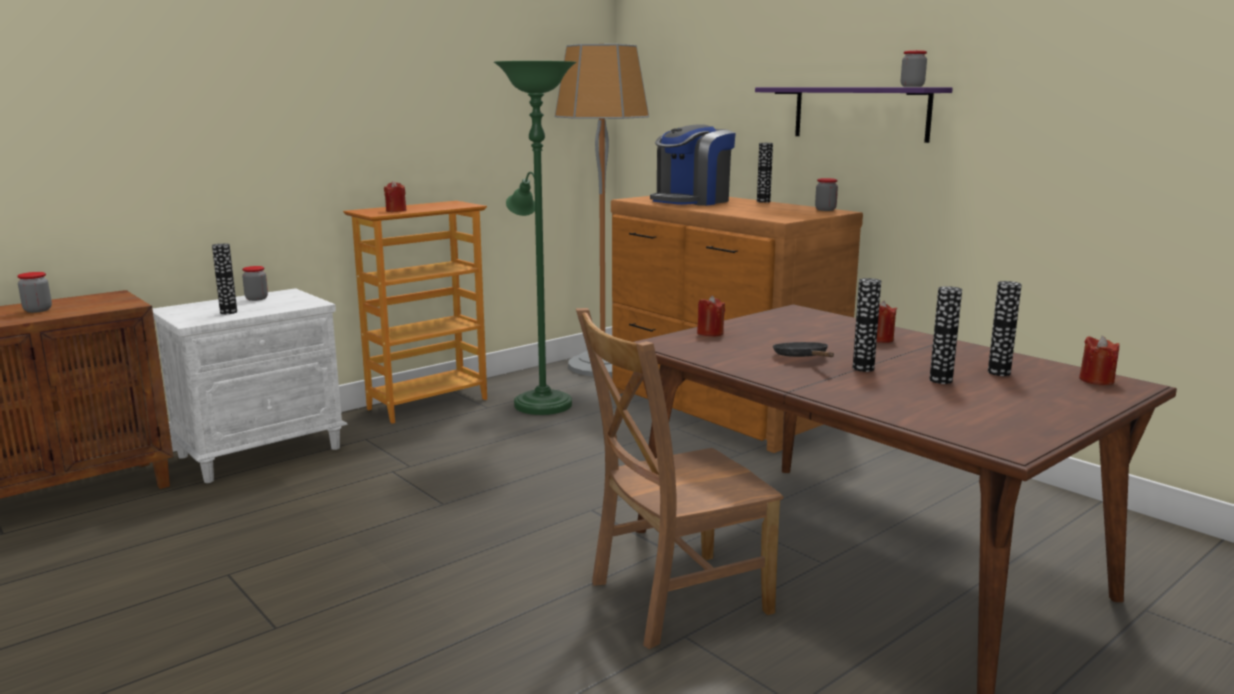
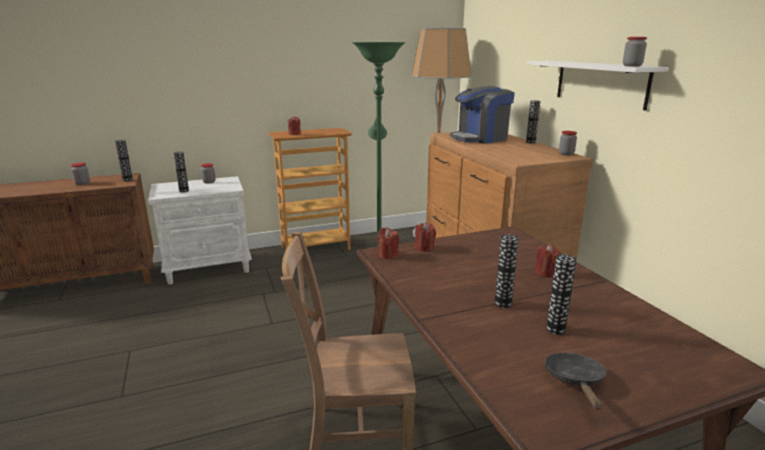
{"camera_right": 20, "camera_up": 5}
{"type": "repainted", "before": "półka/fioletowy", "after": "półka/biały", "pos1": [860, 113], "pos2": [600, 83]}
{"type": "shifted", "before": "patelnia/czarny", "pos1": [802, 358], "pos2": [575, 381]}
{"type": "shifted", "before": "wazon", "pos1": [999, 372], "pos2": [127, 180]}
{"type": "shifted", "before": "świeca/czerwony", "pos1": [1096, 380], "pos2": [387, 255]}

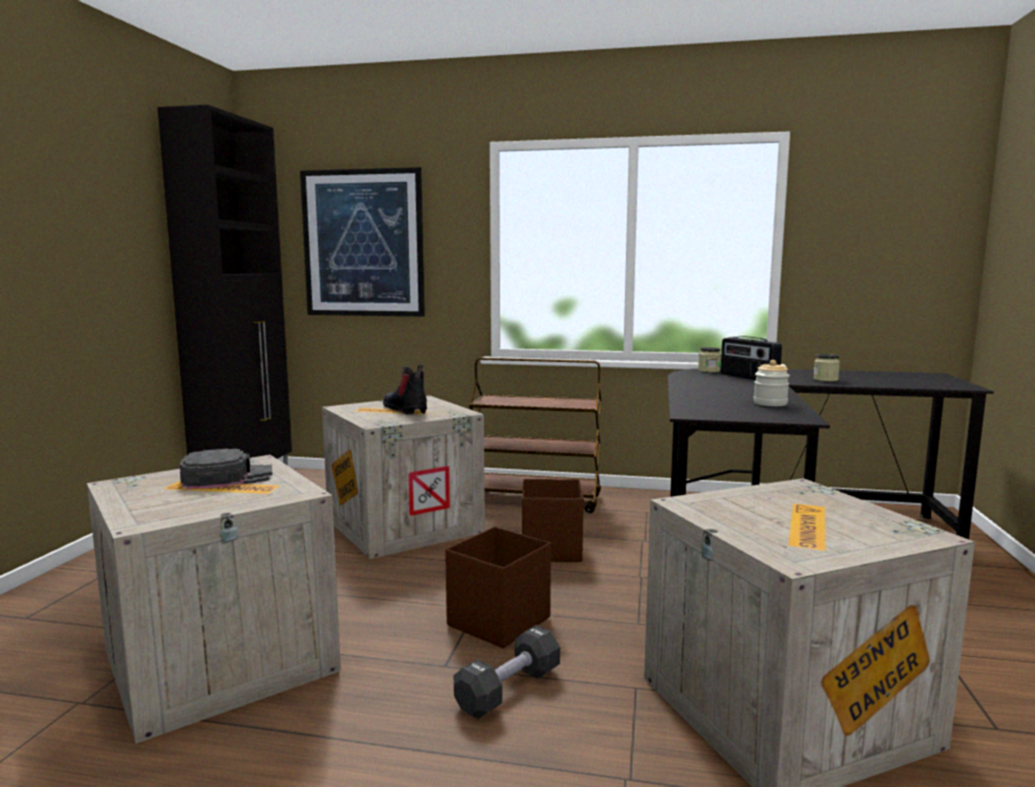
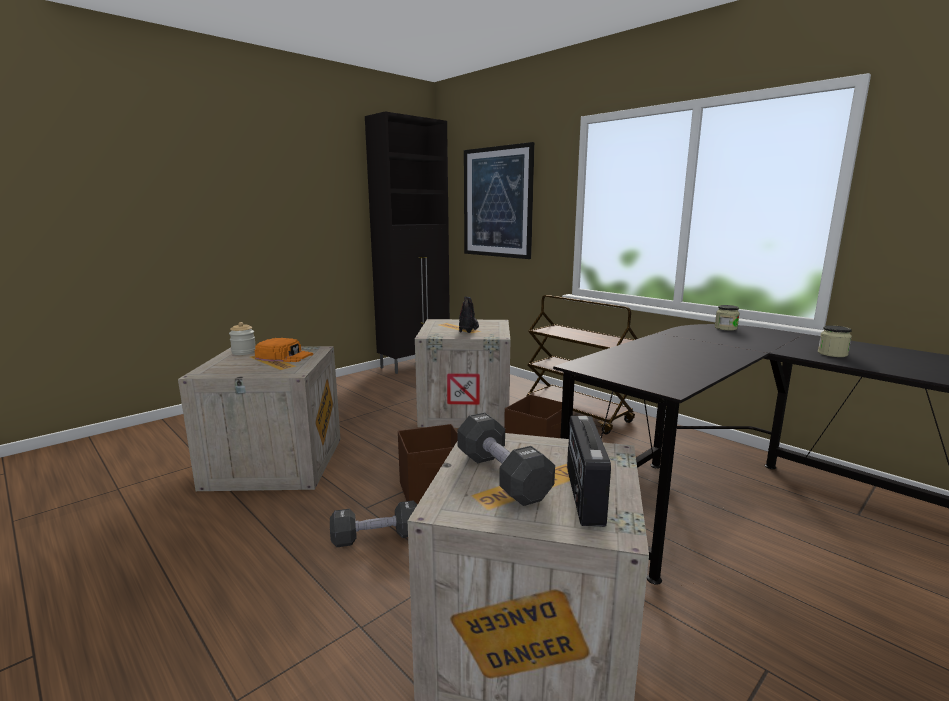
{"camera_right": 35, "camera_up": 5}
{"type": "repainted", "before": "czapka z daszkiem/czarny", "after": "czapka z daszkiem/pomarańczowy", "pos1": [227, 477], "pos2": [285, 356]}
{"type": "shifted", "before": "radio", "pos1": [748, 377], "pos2": [583, 496]}
{"type": "shifted", "before": "słoik", "pos1": [770, 403], "pos2": [244, 352]}
{"type": "new", "after": "hantel/czarny", "pos2": [502, 476]}

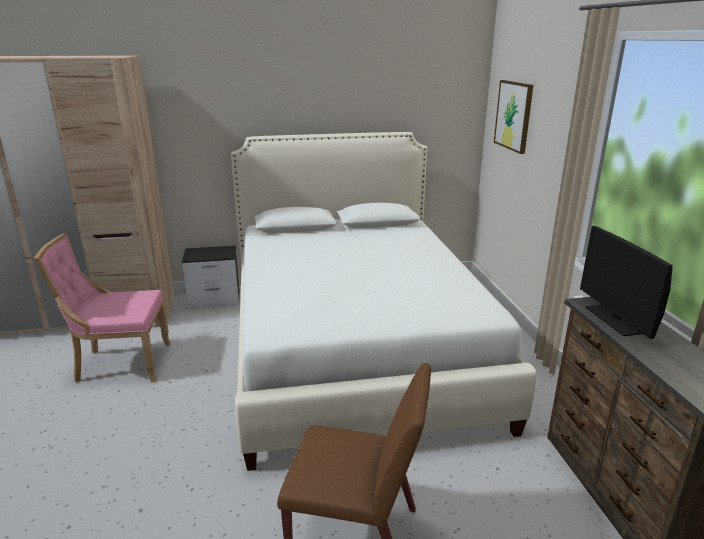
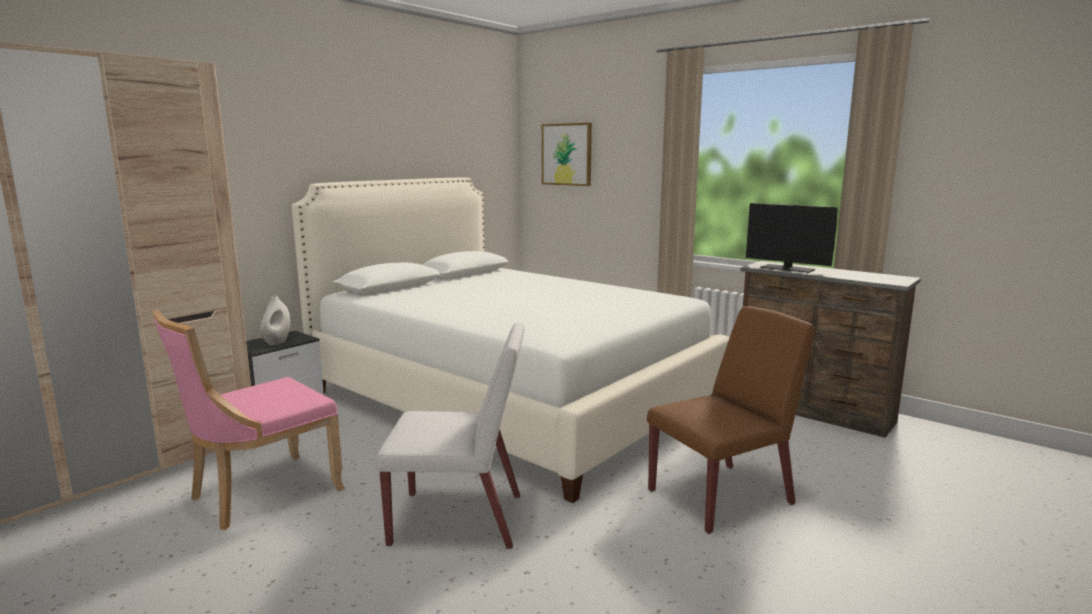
{"camera_right": -40, "camera_up": -10}
{"type": "new", "after": "wazon/biały", "pos2": [277, 342]}
{"type": "new", "after": "krzesło/biały", "pos2": [459, 520]}

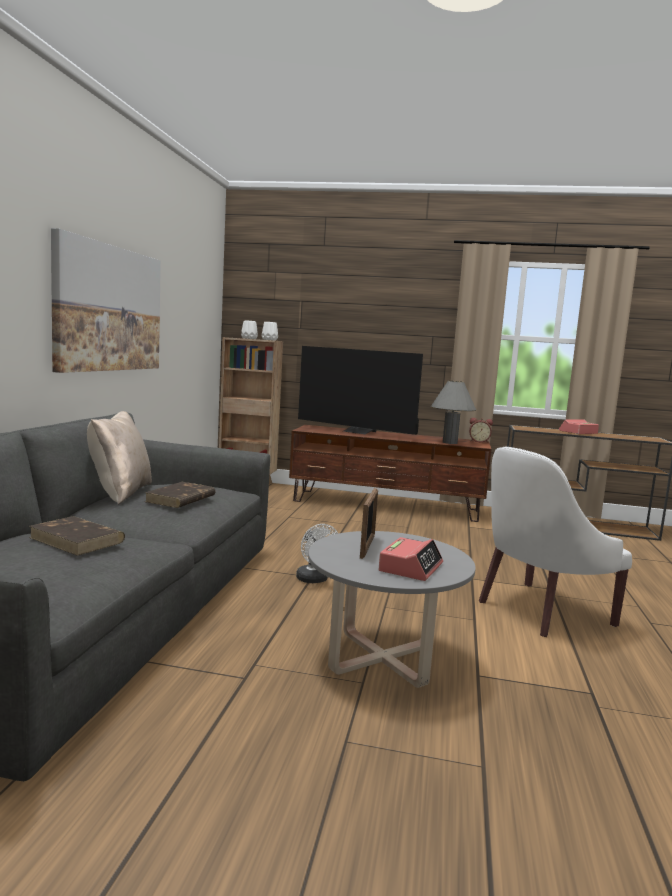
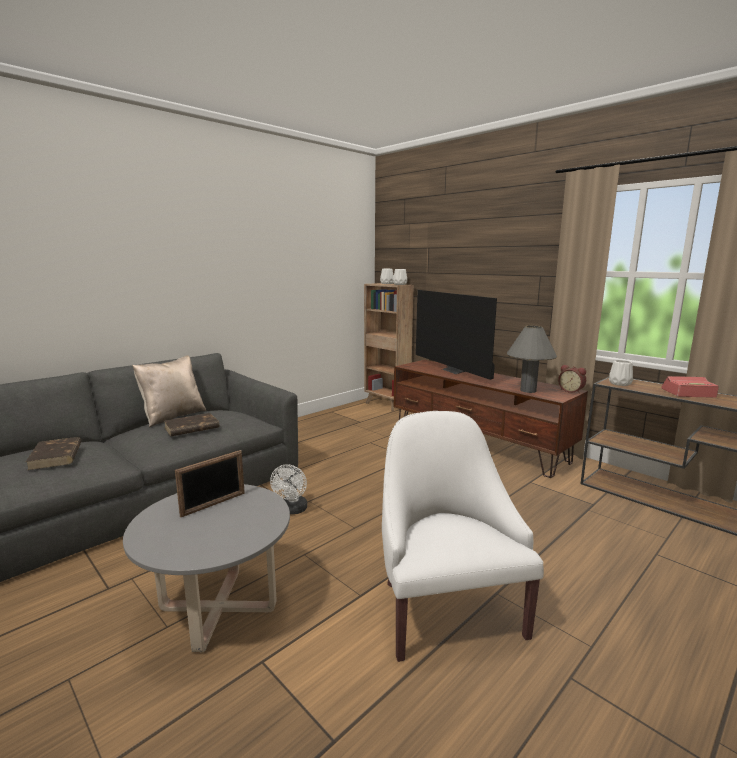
{"camera_right": 35, "camera_up": 5}
{"type": "gone", "before": "obraz", "pos1": [109, 309]}
{"type": "gone", "before": "budzik", "pos1": [411, 567]}
{"type": "rotated", "before": "fotel/biały", "pos1": [539, 611], "pos2": [445, 608], "turn": 75}
{"type": "new", "after": "wazon/biały", "pos2": [619, 383]}

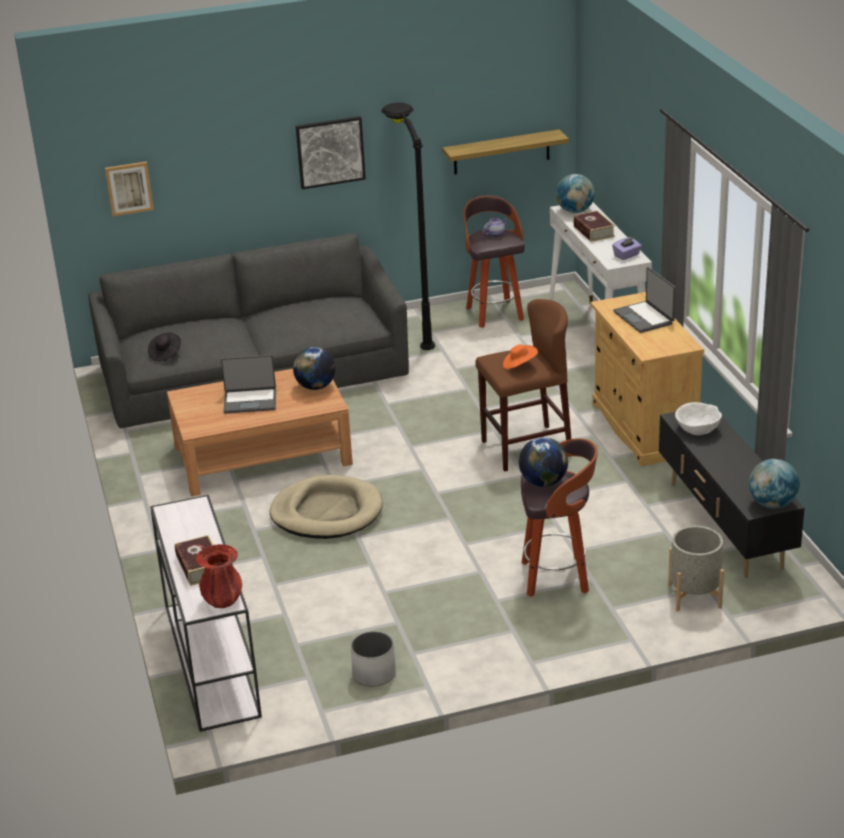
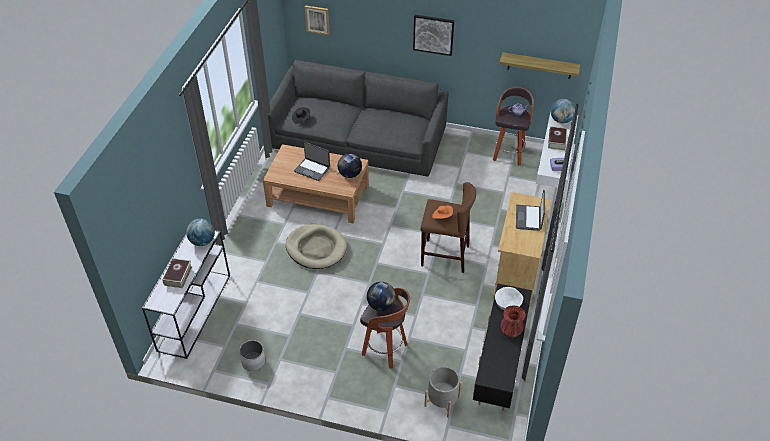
{"camera_right": 30, "camera_up": 15}
{"type": "shifted", "before": "wazon/czerwony", "pos1": [222, 600], "pos2": [511, 331]}
{"type": "gone", "before": "lampa stojąca/czarny", "pos1": [414, 325]}
{"type": "shifted", "before": "globus", "pos1": [772, 504], "pos2": [202, 241]}

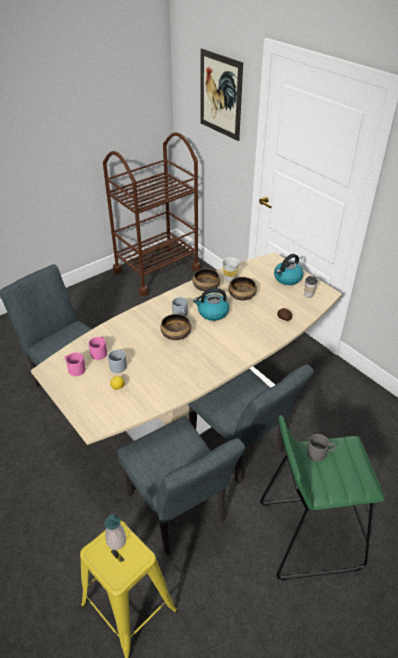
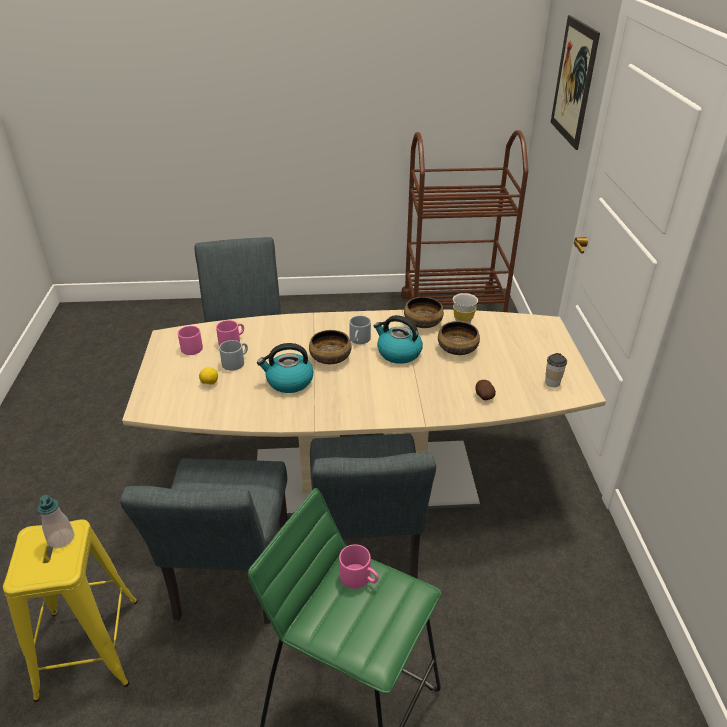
{"camera_right": 35, "camera_up": -5}
{"type": "shifted", "before": "czajnik", "pos1": [287, 279], "pos2": [289, 381]}
{"type": "repainted", "before": "kubek/szary", "after": "kubek/różowy", "pos1": [320, 452], "pos2": [360, 578]}

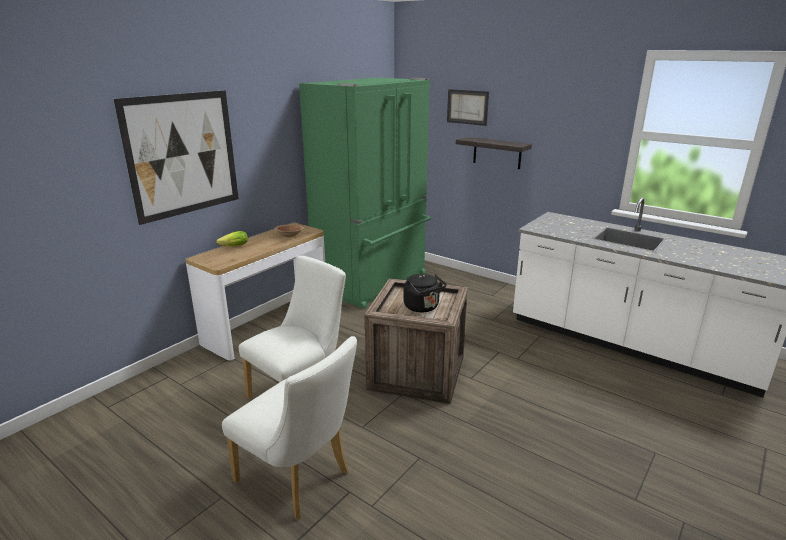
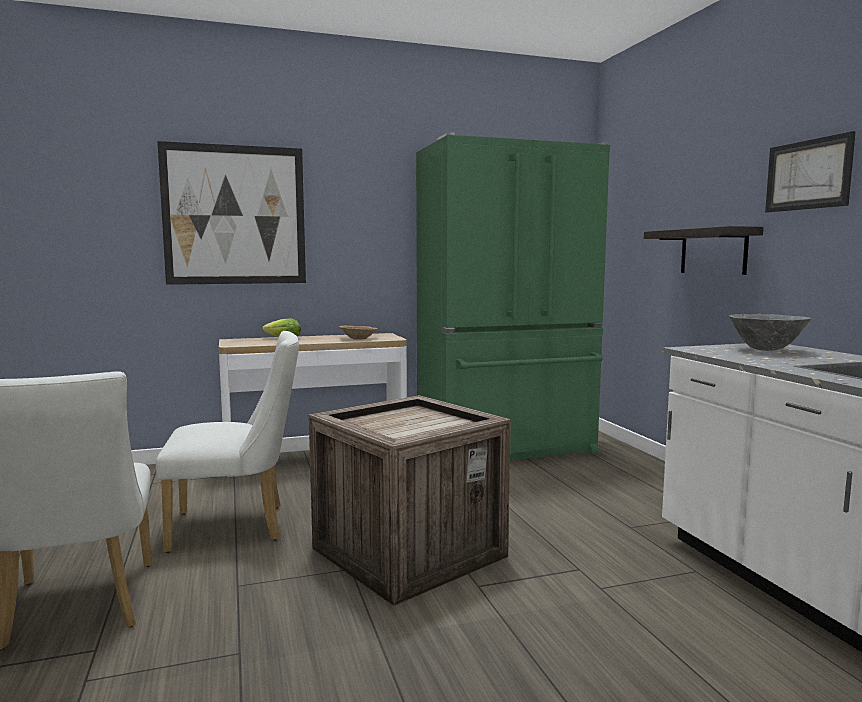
{"camera_right": 35, "camera_up": -15}
{"type": "gone", "before": "czajnik/czarny", "pos1": [423, 307]}
{"type": "shifted", "before": "obraz", "pos1": [467, 107], "pos2": [808, 175]}
{"type": "new", "after": "miska/szary", "pos2": [766, 350]}

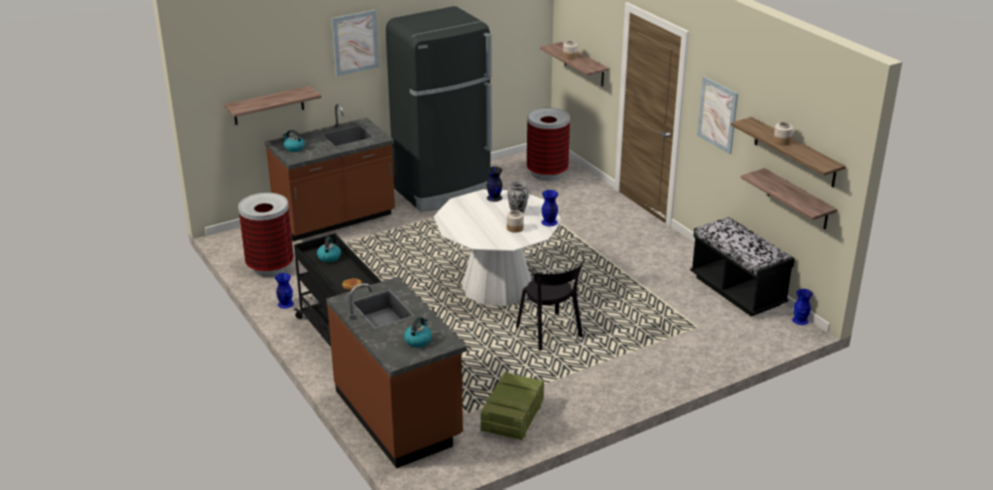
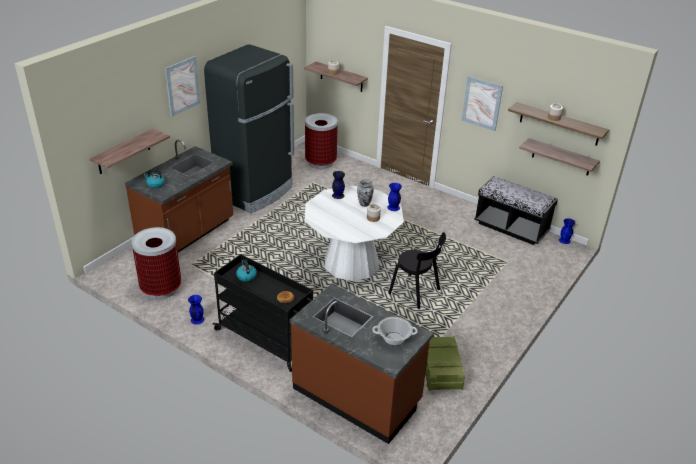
{"camera_right": -25, "camera_up": 5}
{"type": "swapped", "before": "czajnik", "after": "garnek", "pos1": [418, 340], "pos2": [394, 338]}

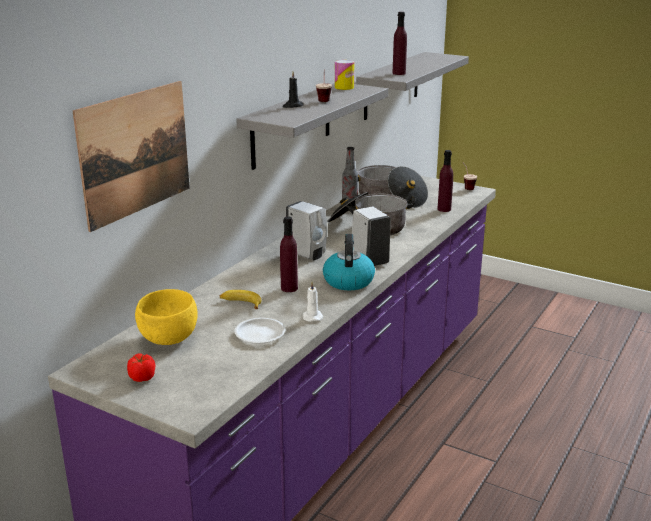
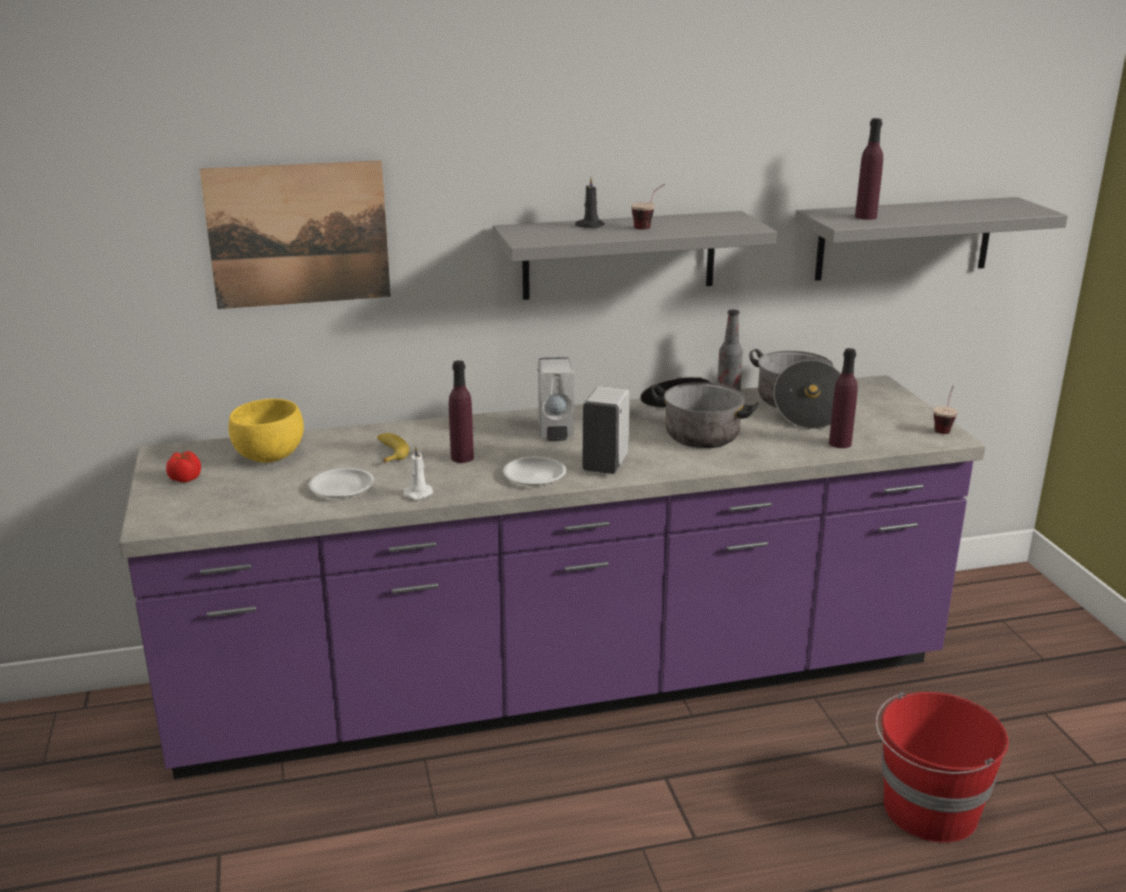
{"camera_right": 45, "camera_up": 0}
{"type": "swapped", "before": "czajnik", "after": "talerz/biały", "pos1": [348, 281], "pos2": [534, 475]}
{"type": "gone", "before": "puszka", "pos1": [344, 87]}
{"type": "new", "after": "wiadro/czerwony", "pos2": [929, 810]}

